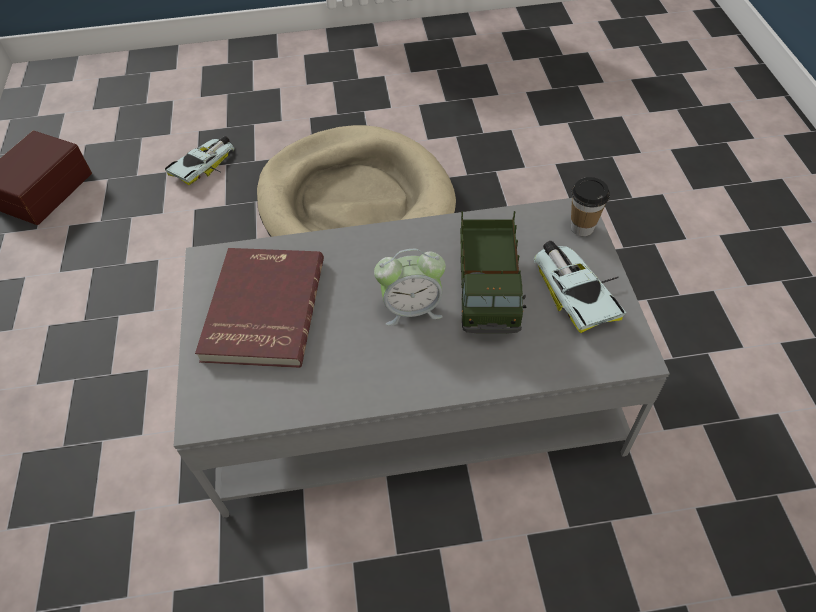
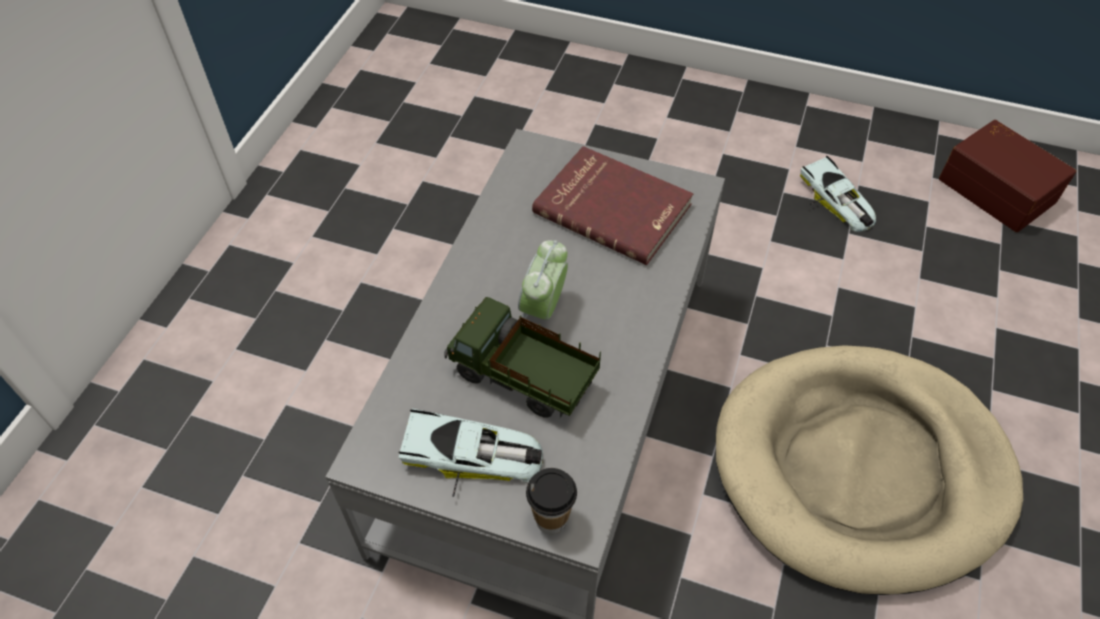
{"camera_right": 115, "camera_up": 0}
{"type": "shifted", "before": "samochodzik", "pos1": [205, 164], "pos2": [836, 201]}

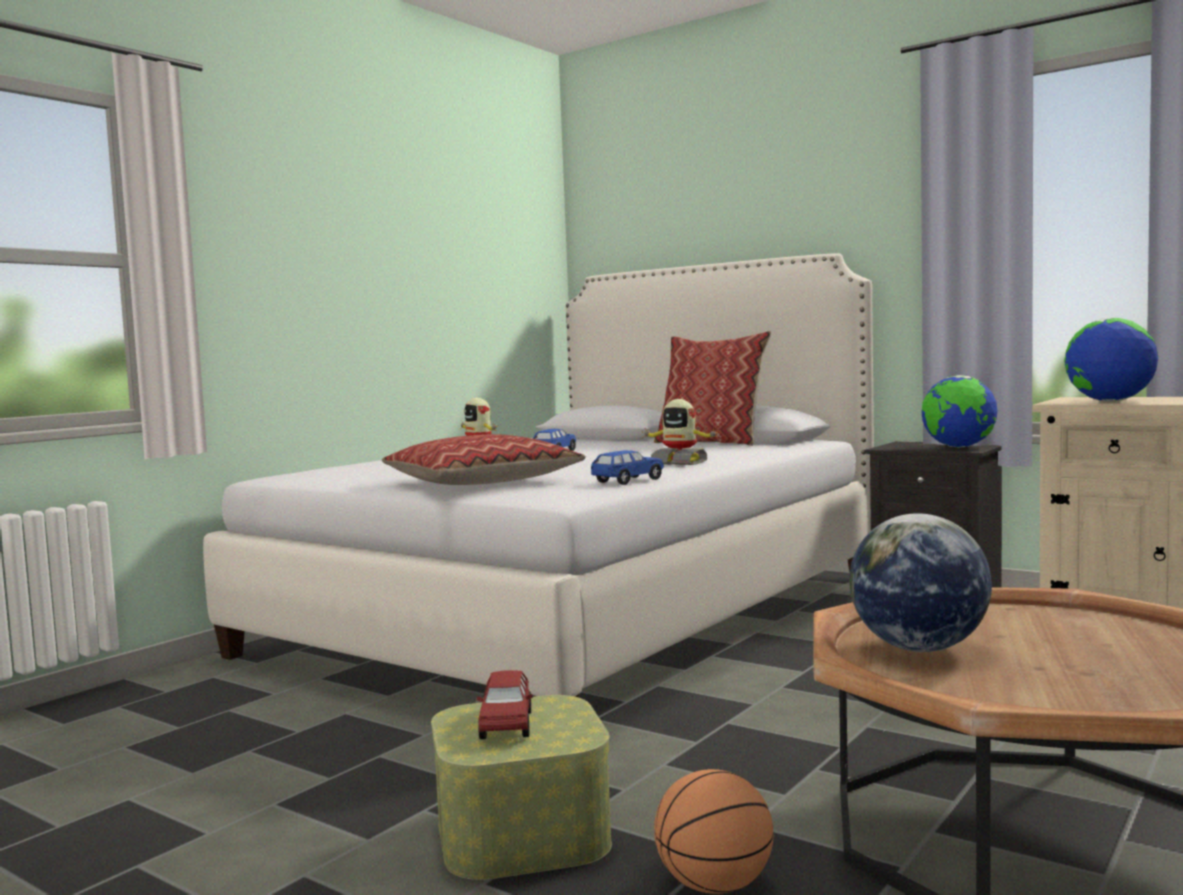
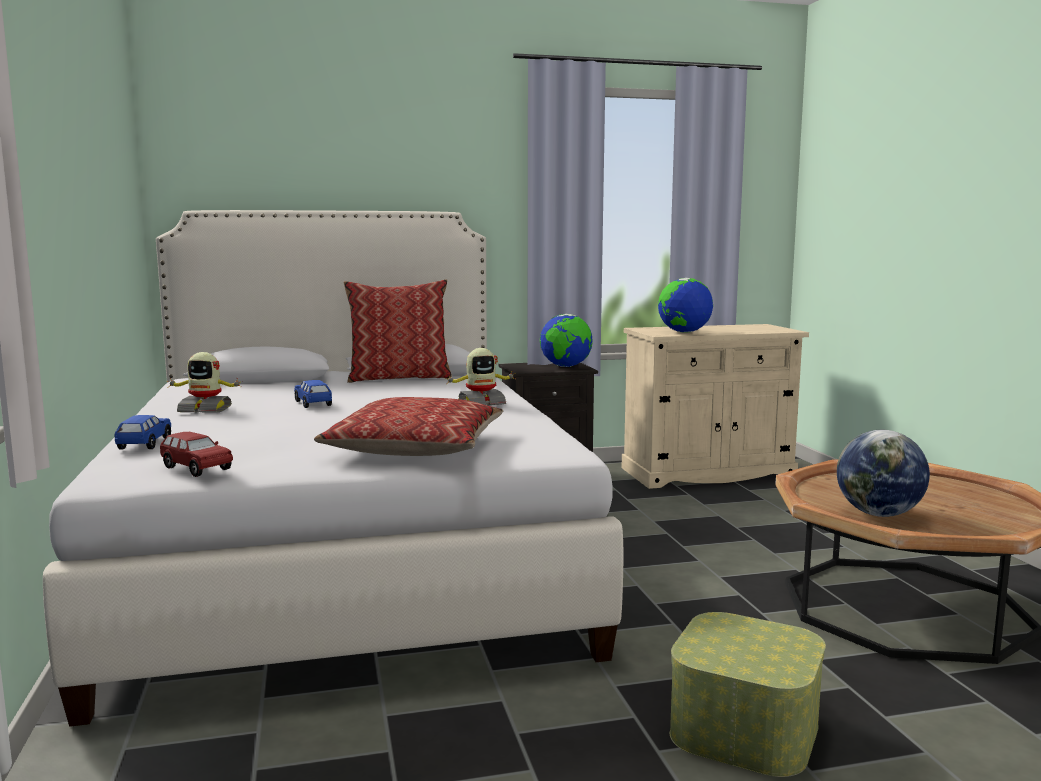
{"camera_right": -50, "camera_up": 5}
{"type": "shifted", "before": "samochodzik/czerwony", "pos1": [506, 724], "pos2": [196, 468]}
{"type": "shifted", "before": "samochodzik/niebieski", "pos1": [628, 481], "pos2": [144, 444]}
{"type": "gone", "before": "piłka do koszykówki", "pos1": [715, 886]}

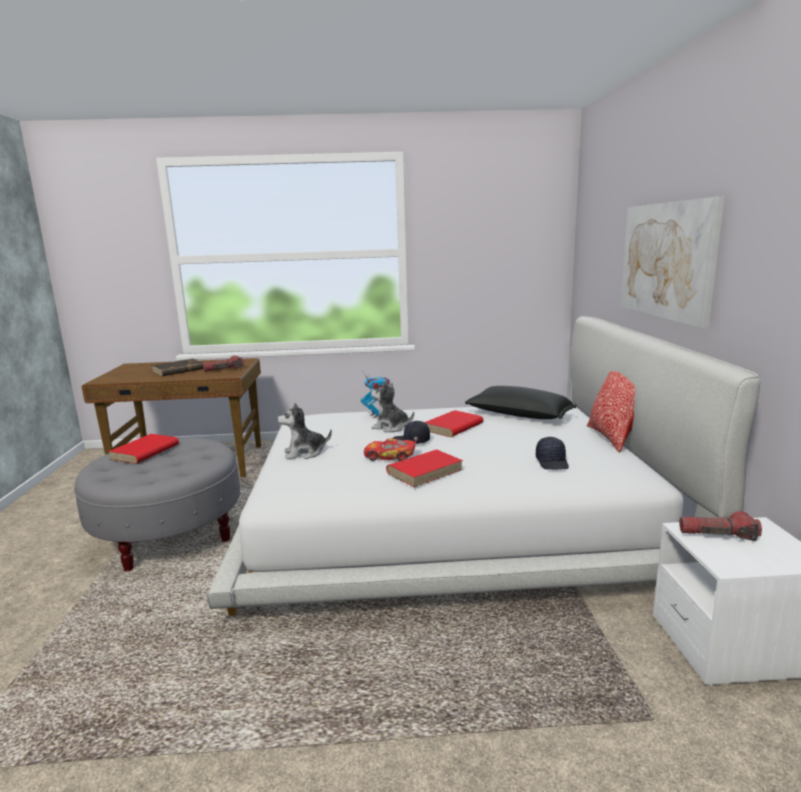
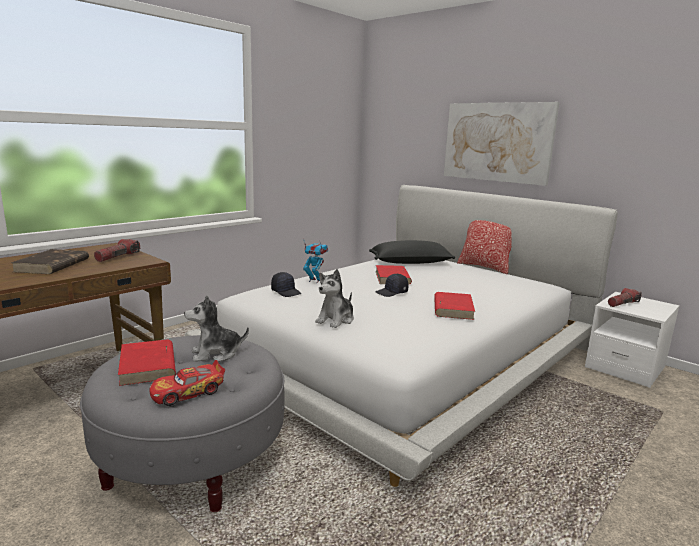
{"camera_right": -45, "camera_up": 0}
{"type": "shifted", "before": "samochodzik", "pos1": [390, 456], "pos2": [188, 392]}
{"type": "shifted", "before": "pluszak", "pos1": [391, 427], "pos2": [216, 354]}
{"type": "shifted", "before": "czapka z daszkiem/czarny", "pos1": [552, 462], "pos2": [286, 292]}

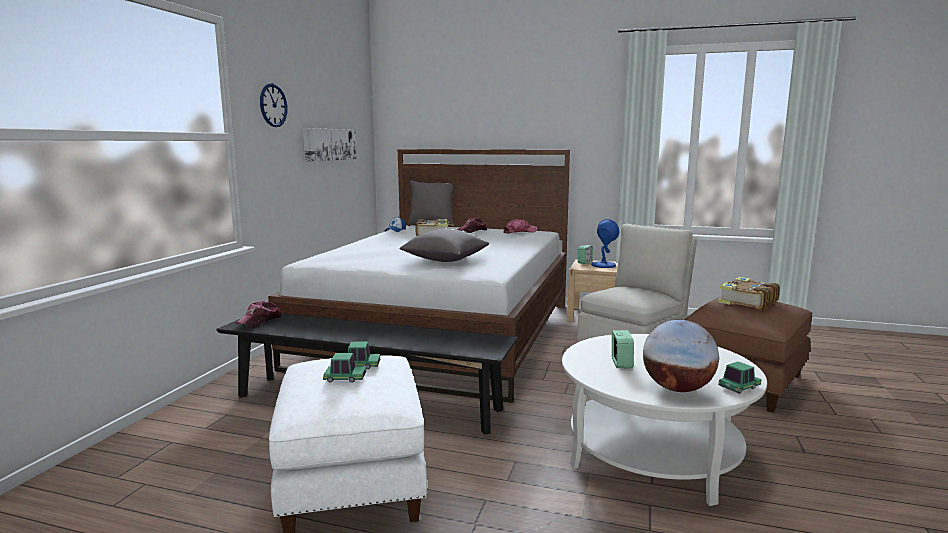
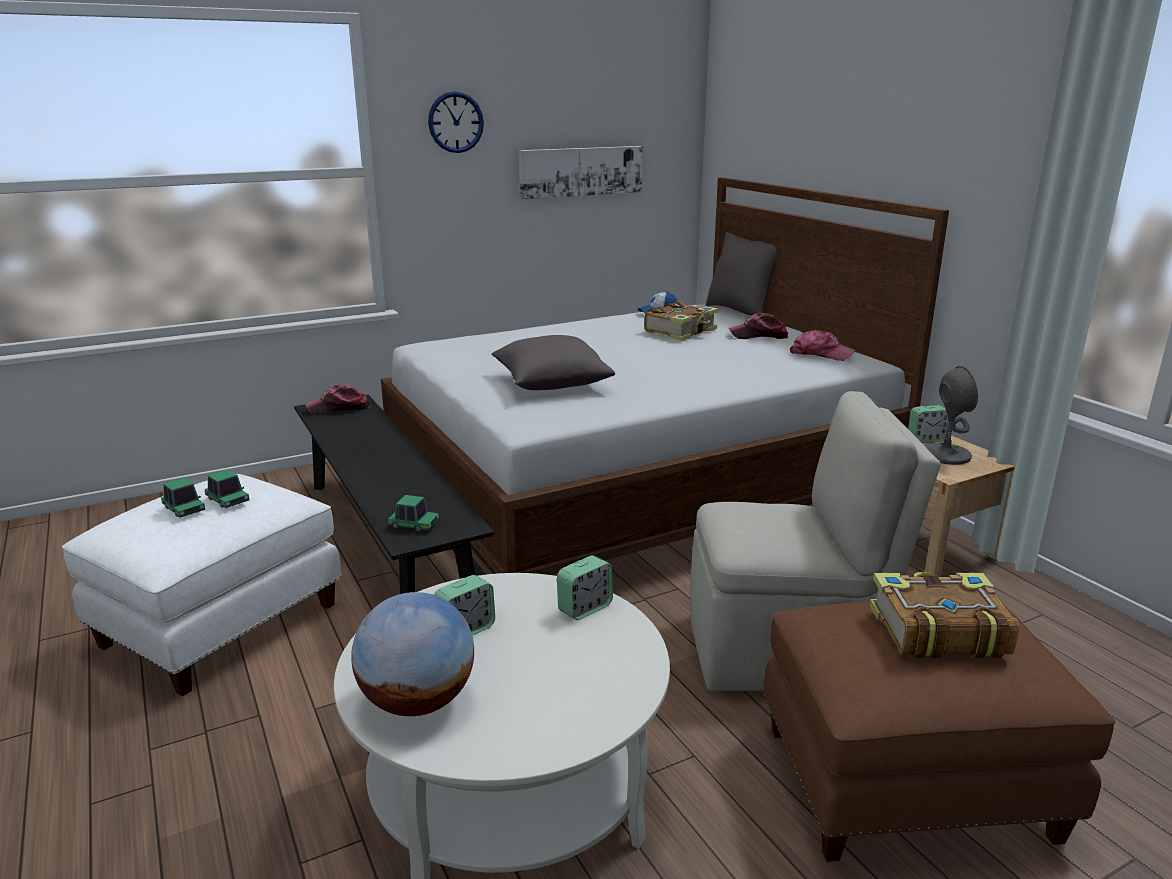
{"camera_right": 45, "camera_up": 10}
{"type": "repainted", "before": "lampa stołowa/niebieski", "after": "lampa stołowa/szary", "pos1": [603, 265], "pos2": [945, 455]}
{"type": "shifted", "before": "samochodzik", "pos1": [739, 387], "pos2": [413, 525]}
{"type": "new", "after": "budzik", "pos2": [585, 608]}

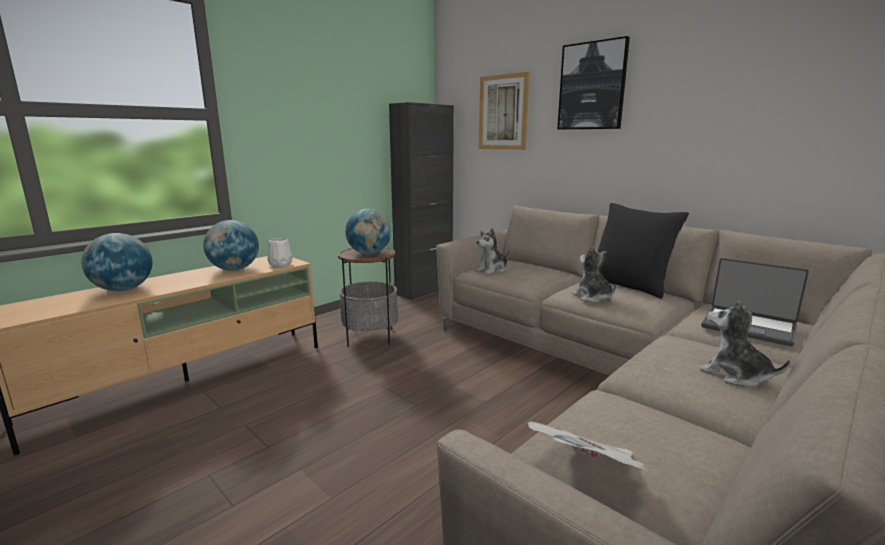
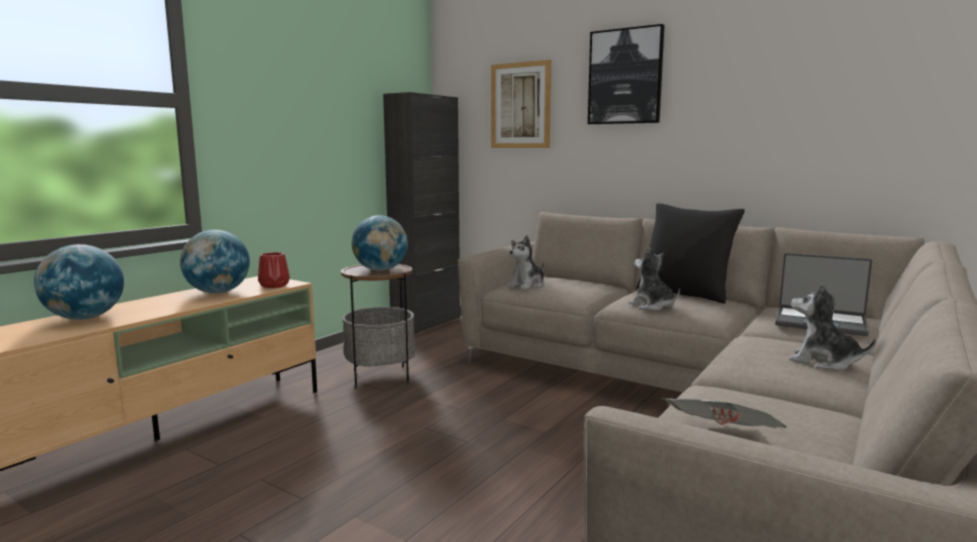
{"camera_right": -10, "camera_up": -5}
{"type": "repainted", "before": "wazon/biały", "after": "wazon/czerwony", "pos1": [281, 264], "pos2": [275, 285]}

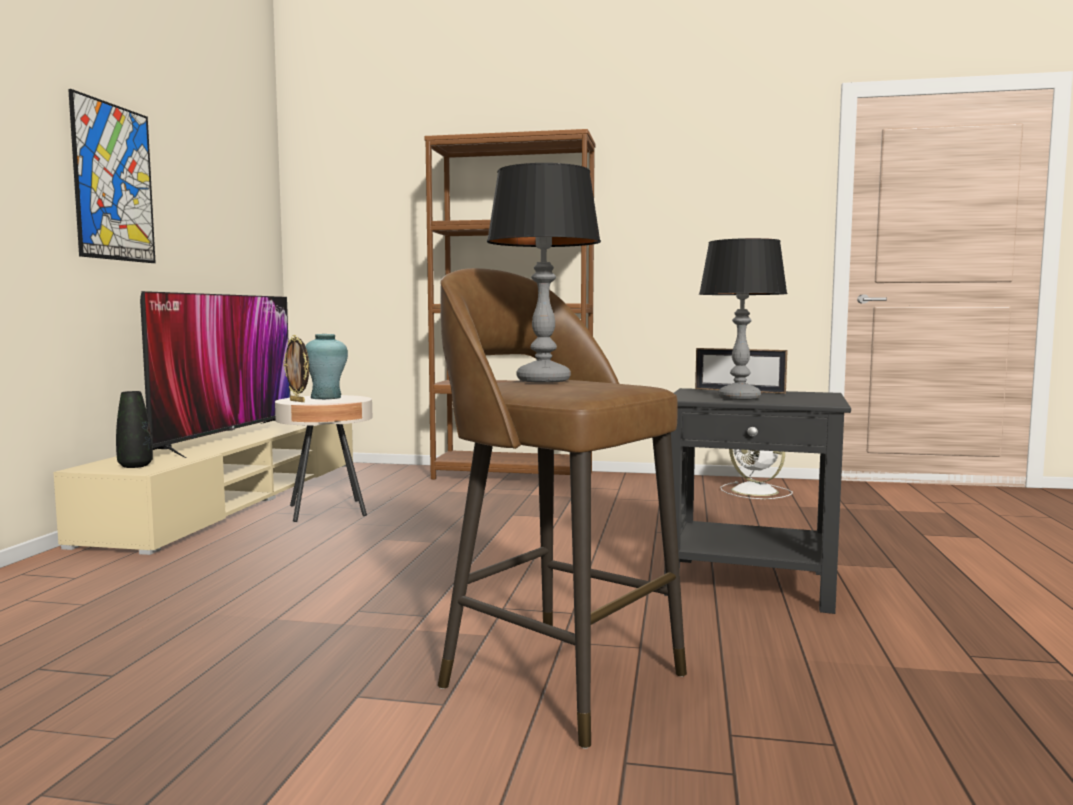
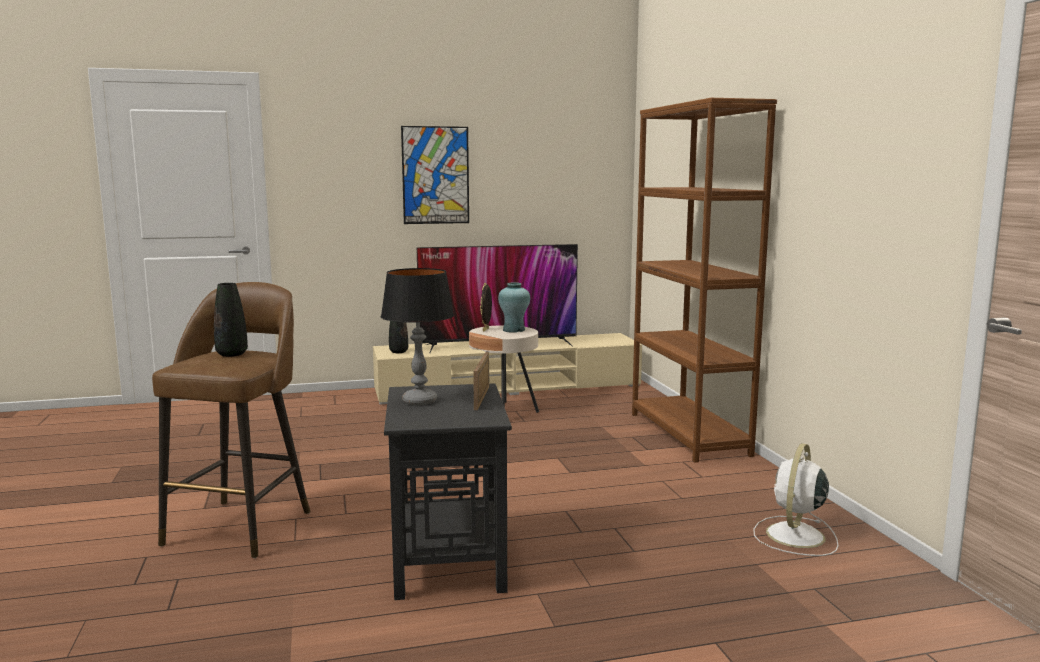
{"camera_right": 65, "camera_up": 5}
{"type": "swapped", "before": "lampa stołowa", "after": "wazon/czarny", "pos1": [543, 380], "pos2": [232, 354]}

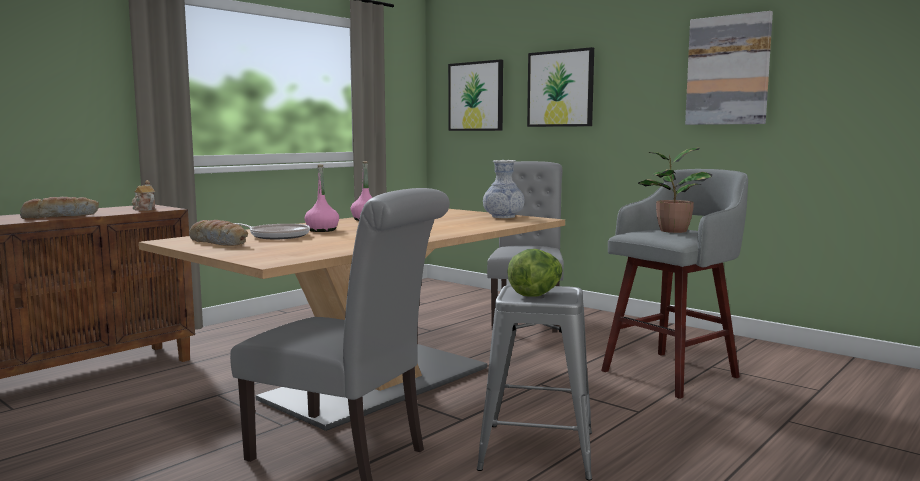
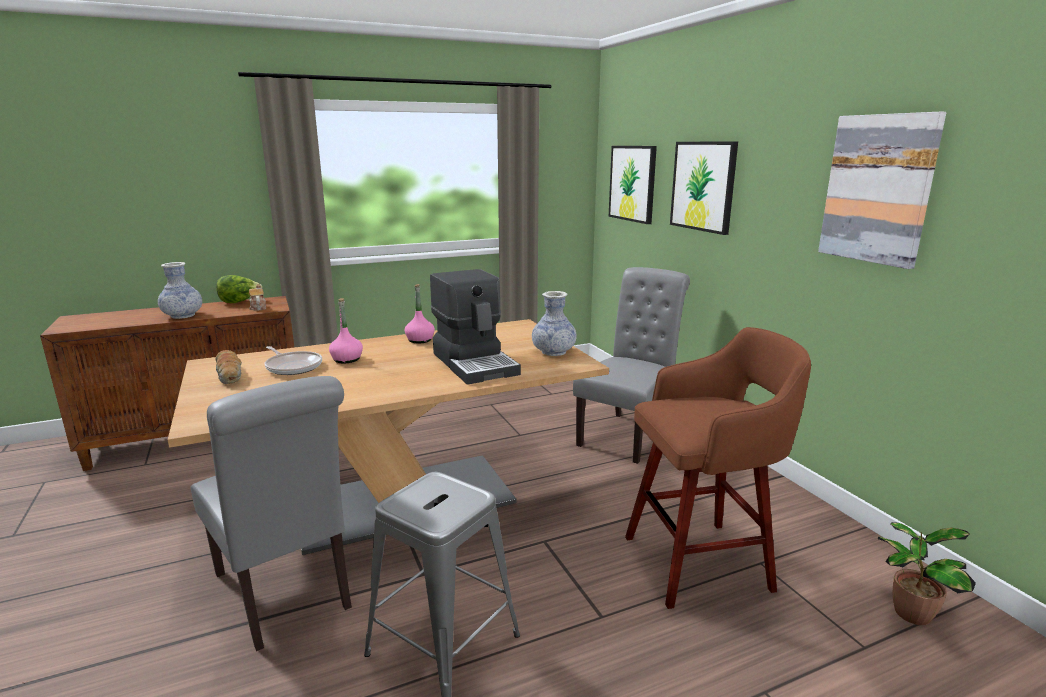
{"camera_right": 25, "camera_up": 10}
{"type": "swapped", "before": "chleb", "after": "wazon", "pos1": [61, 216], "pos2": [183, 316]}
{"type": "shifted", "before": "sałata", "pos1": [536, 294], "pos2": [239, 302]}
{"type": "repainted", "before": "stołek/szary", "after": "stołek/brązowy", "pos1": [672, 373], "pos2": [701, 562]}
{"type": "shifted", "before": "roślina doniczkowa", "pos1": [671, 231], "pos2": [909, 613]}
{"type": "new", "after": "ekspres do kawy", "pos2": [475, 363]}

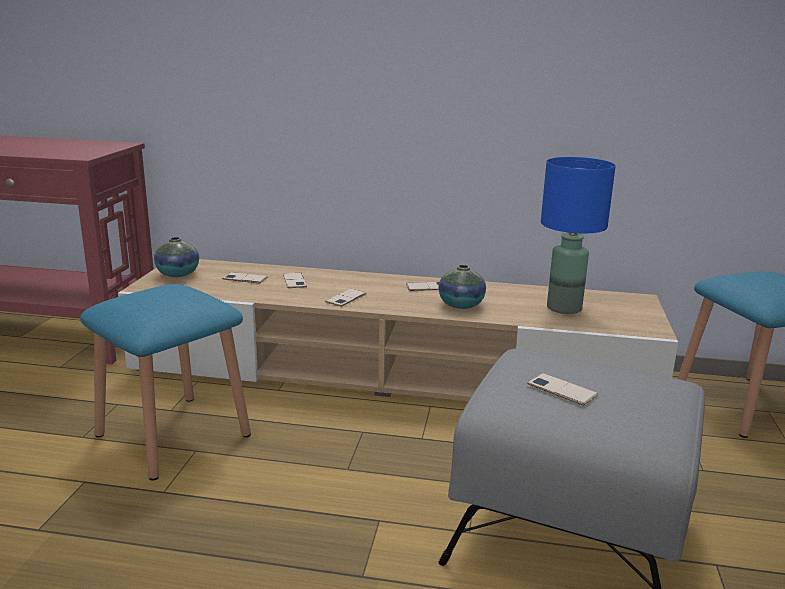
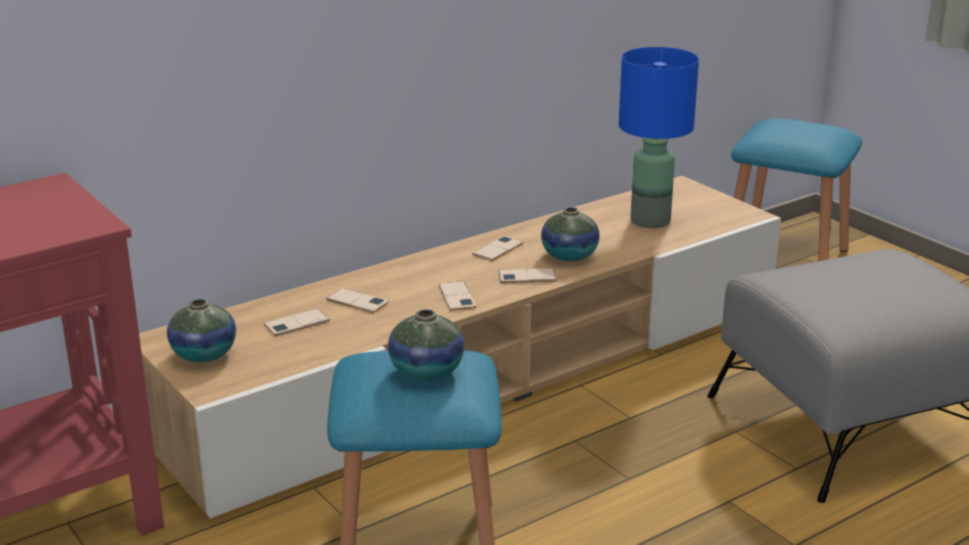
{"camera_right": -45, "camera_up": 5}
{"type": "shifted", "before": "telefon", "pos1": [562, 390], "pos2": [527, 276]}
{"type": "new", "after": "wazon", "pos2": [426, 371]}

